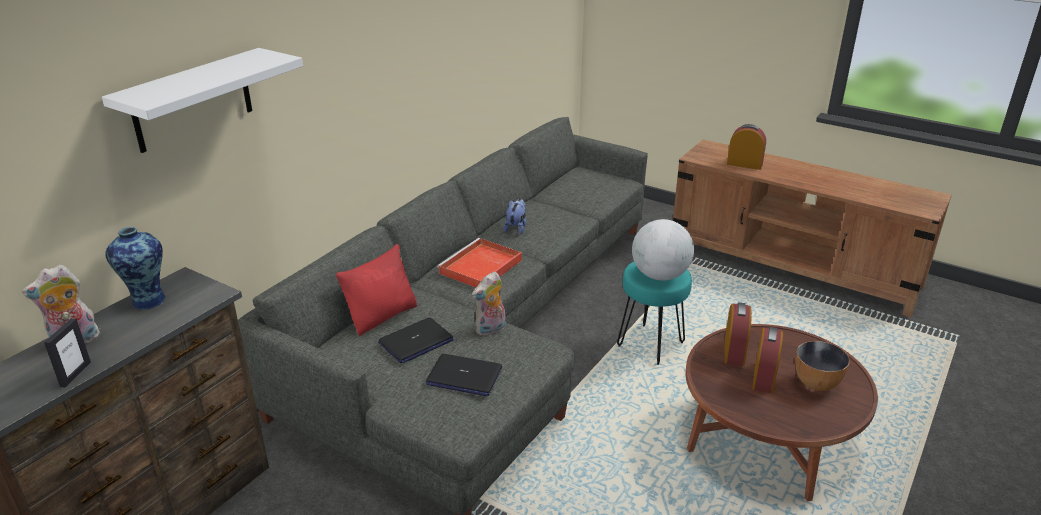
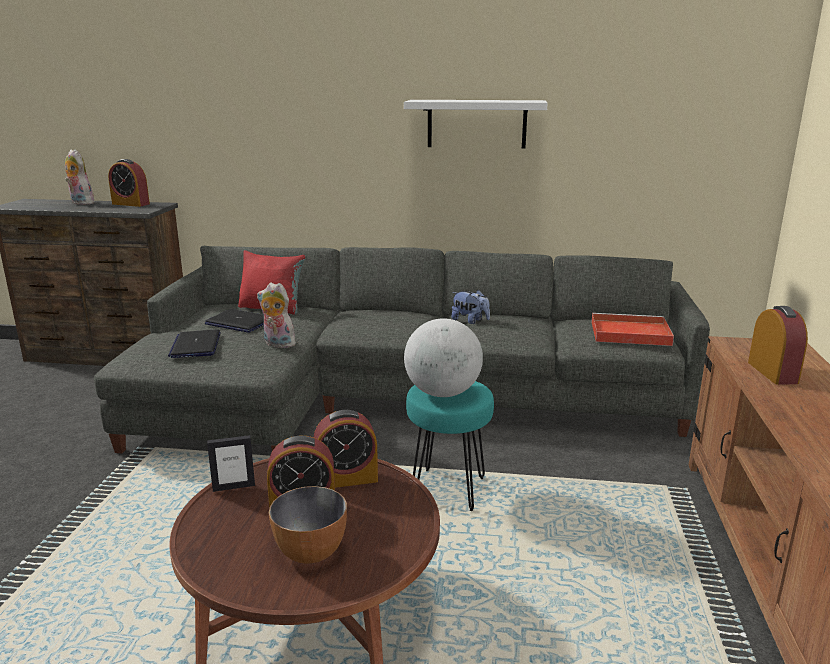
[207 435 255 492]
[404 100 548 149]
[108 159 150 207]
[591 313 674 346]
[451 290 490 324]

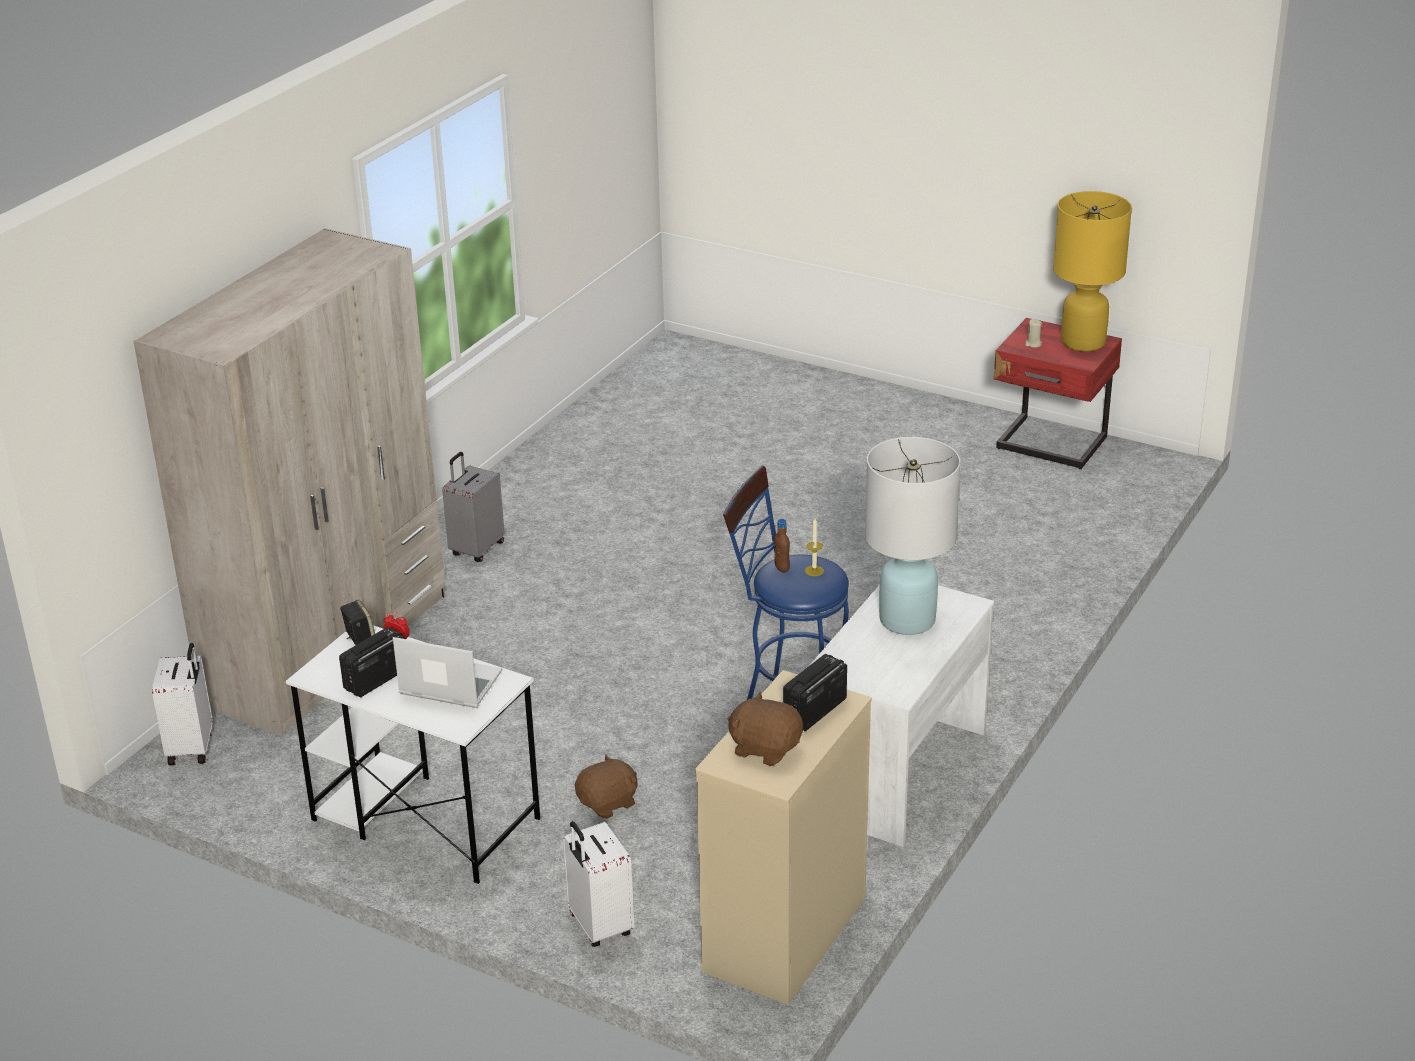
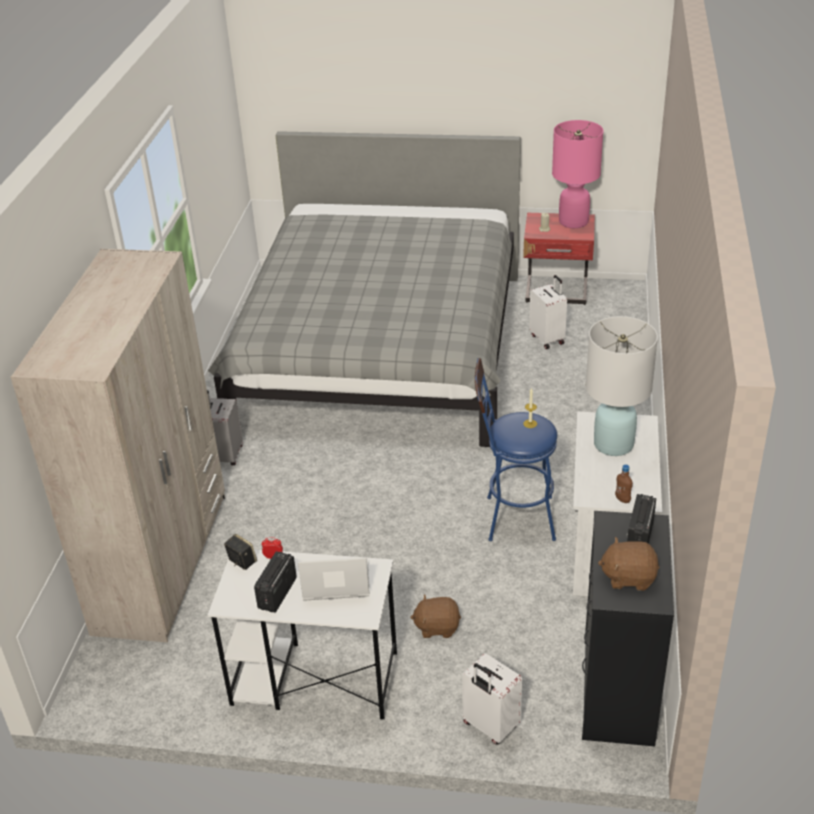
[529 275 567 349]
[410 595 461 638]
[582 511 674 746]
[615 464 633 503]
[552 120 603 228]
[208 131 521 447]

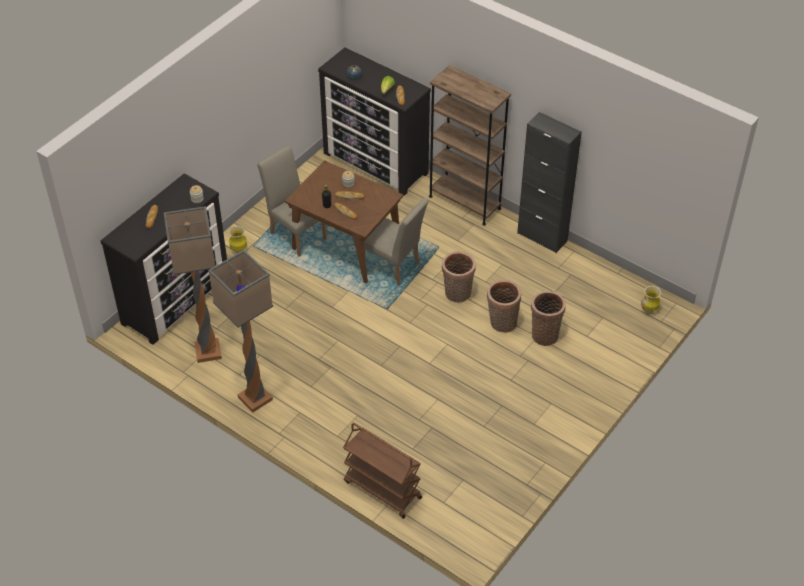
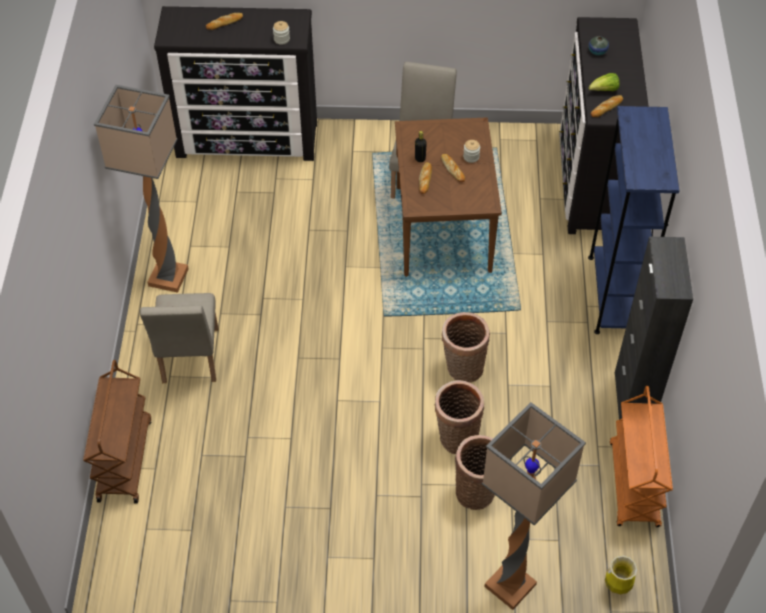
[482 402 586 610]
[229 226 247 253] (first image)
[140 293 219 383]
[588 106 680 334]
[610 386 673 527]

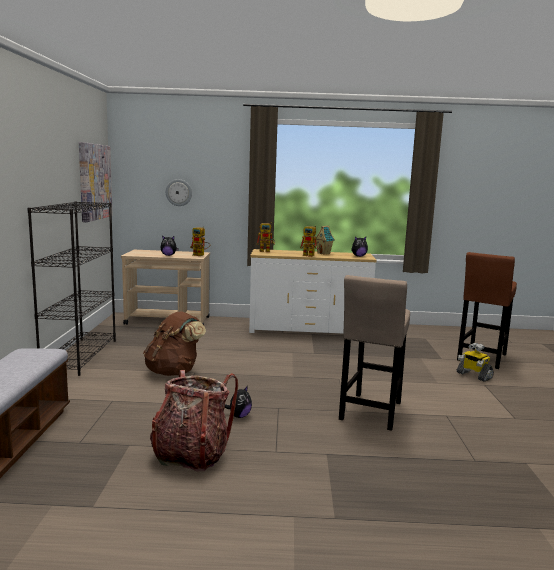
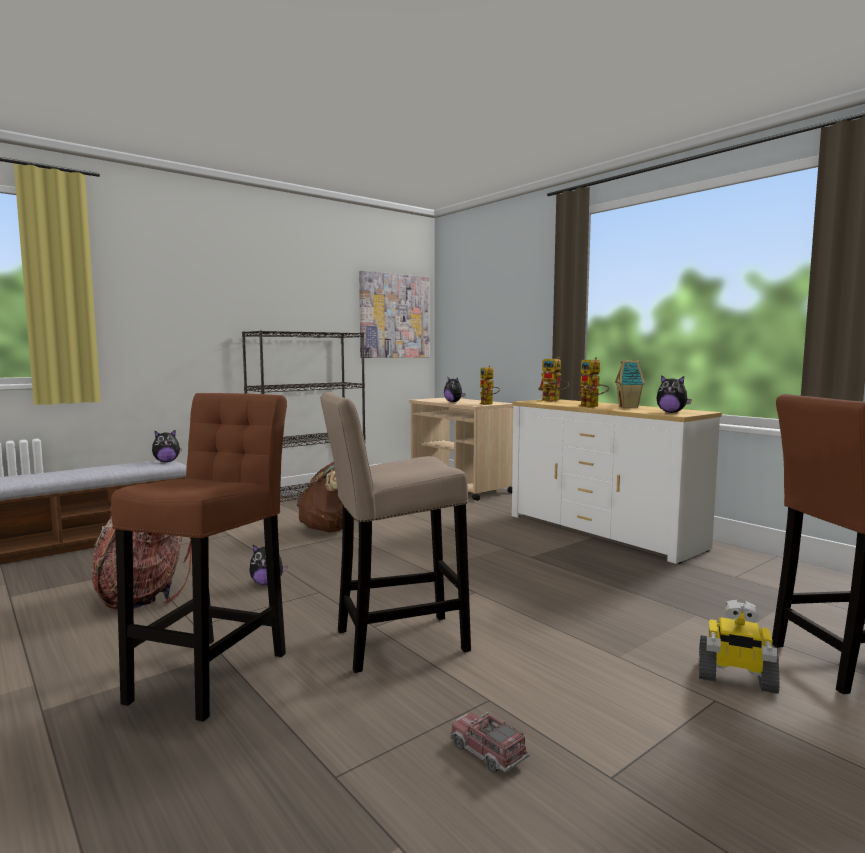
[166 179 192 206] (first image)
[699 599 780 694]
[111 393 287 722]
[152 430 182 462]
[450 712 530 774]

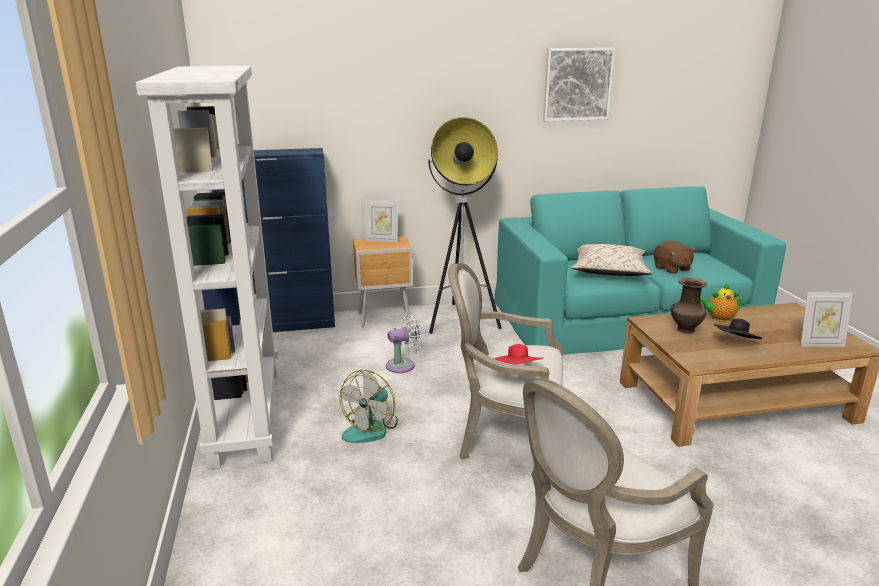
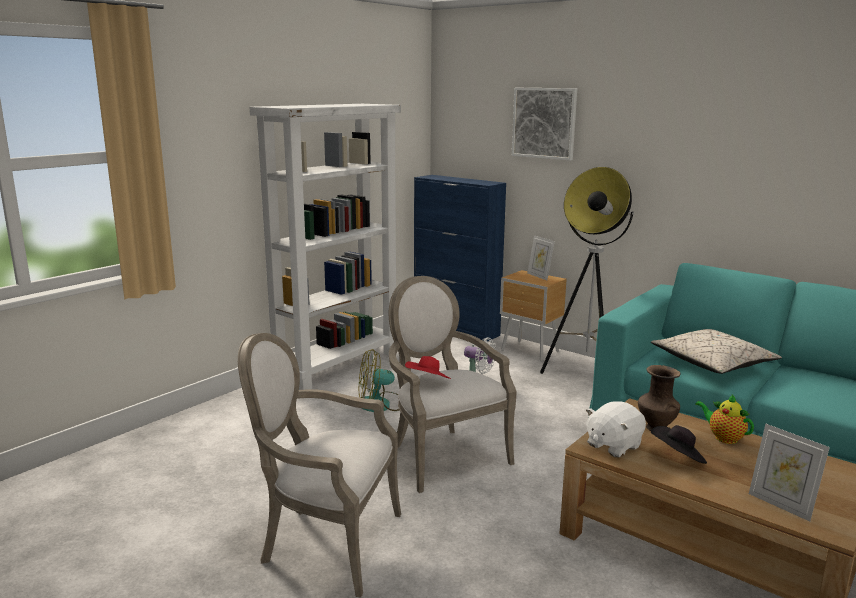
[512 88 577 161]
[654 240 695 274] (first image)
[586 401 646 458]

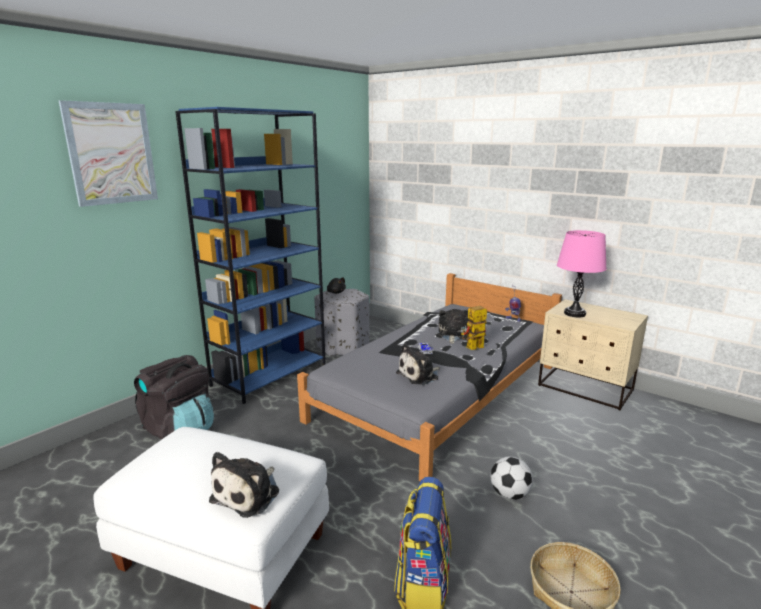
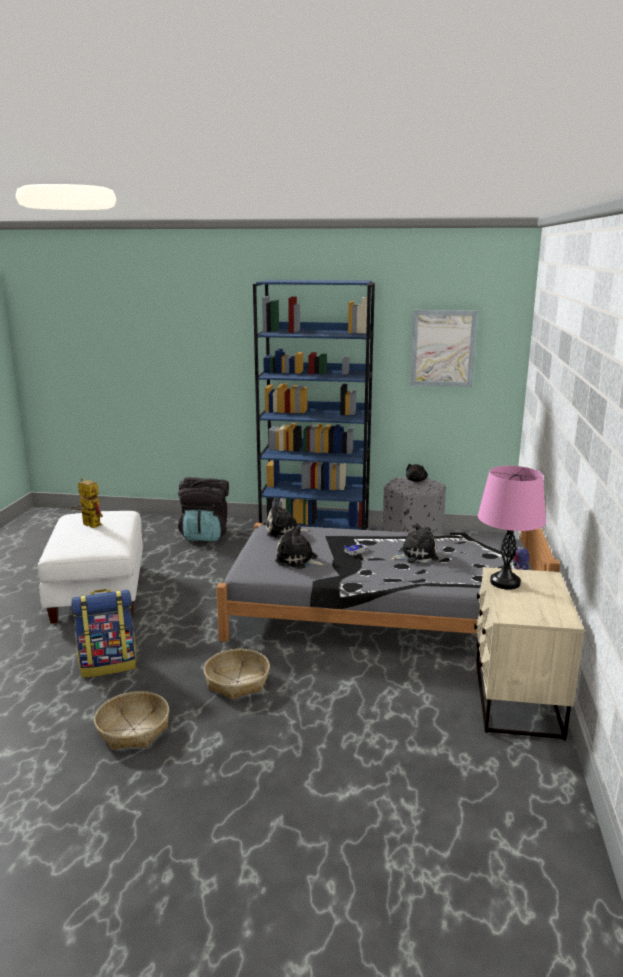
[410 310 478 387]
[266 500 311 538]
[71 478 103 528]
[204 649 270 700]

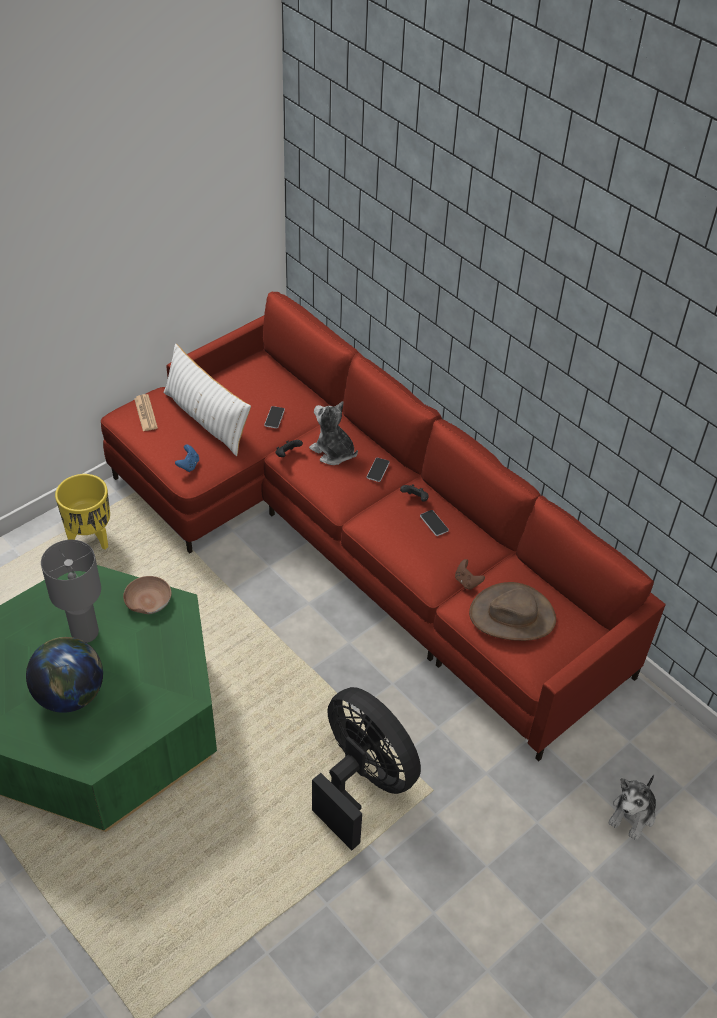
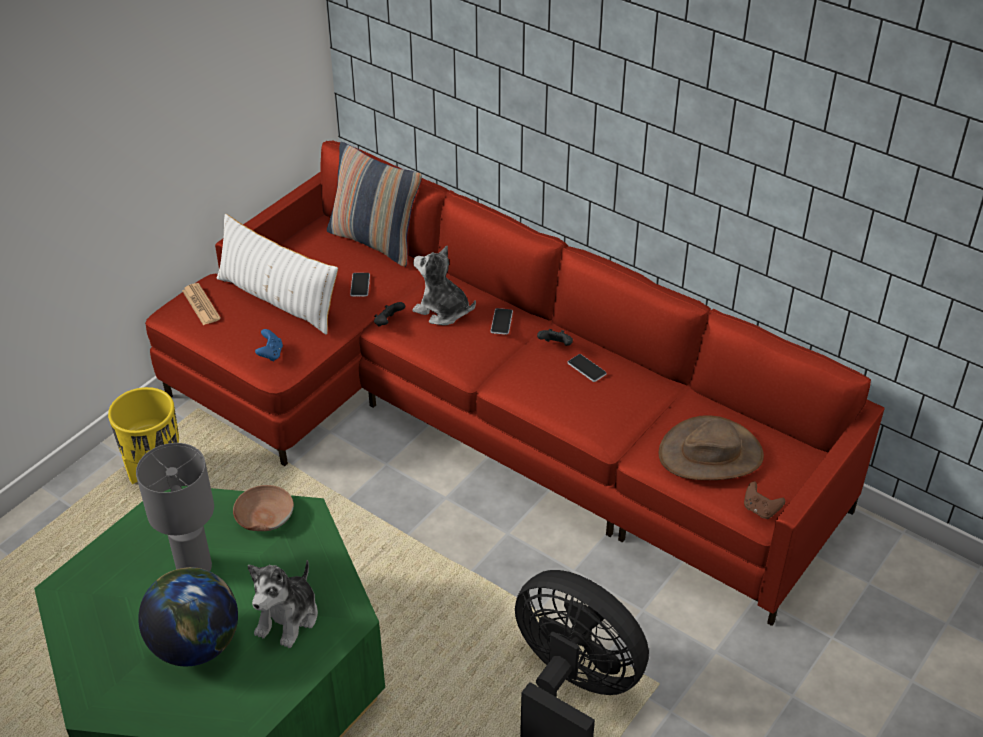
[744 481 785 519]
[248 560 318 648]
[327 142 422 267]

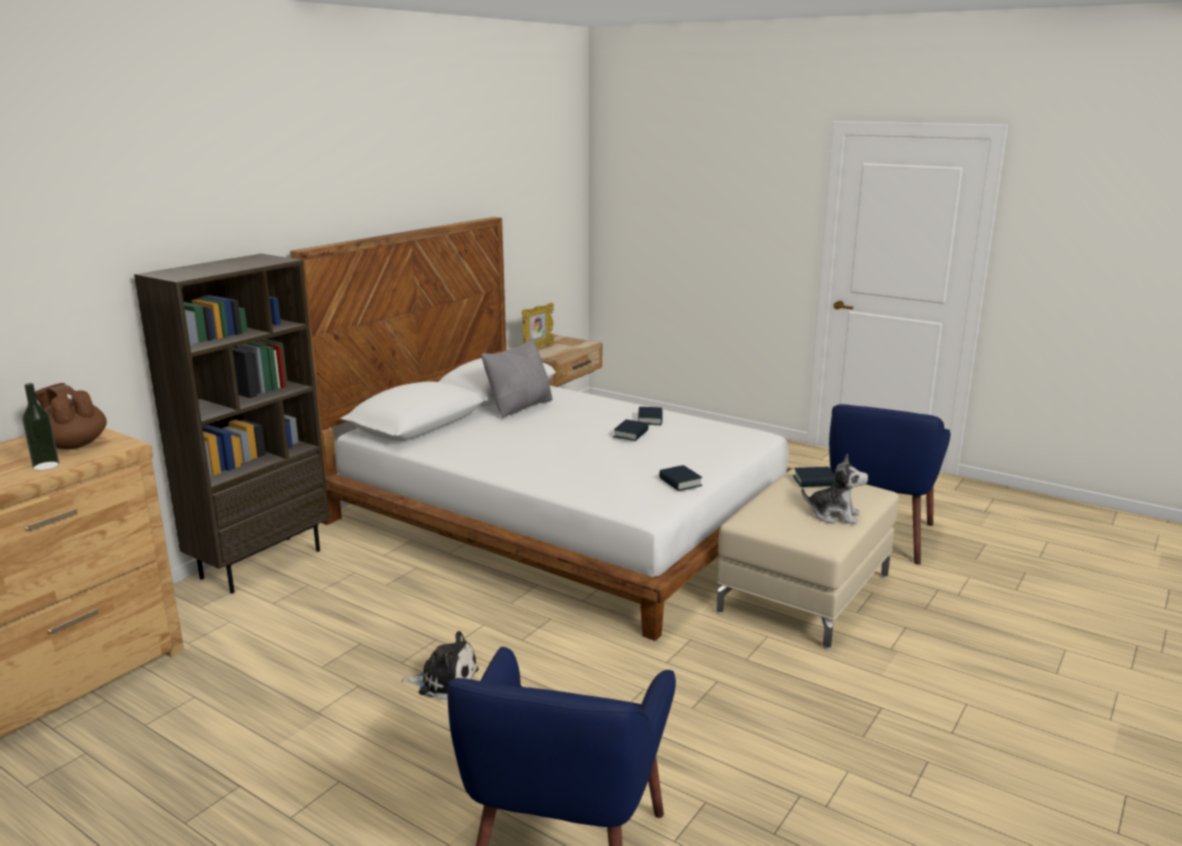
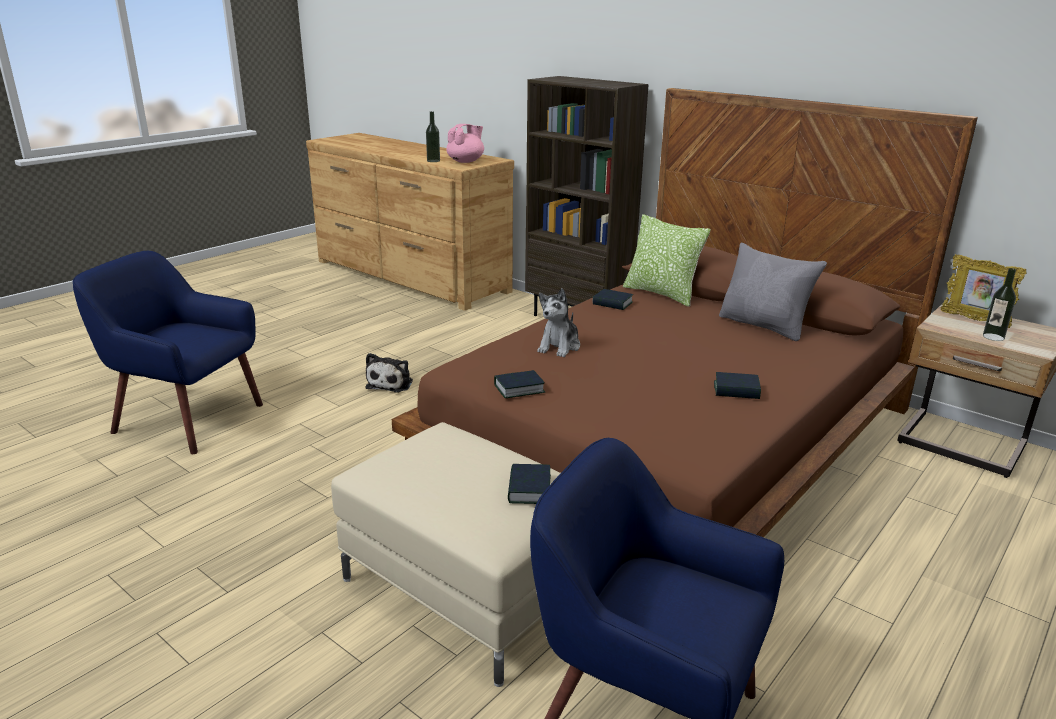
[446 124 484 163]
[392 88 978 538]
[593 289 633 310]
[537 288 580 357]
[623 214 711 307]
[983 268 1016 341]

